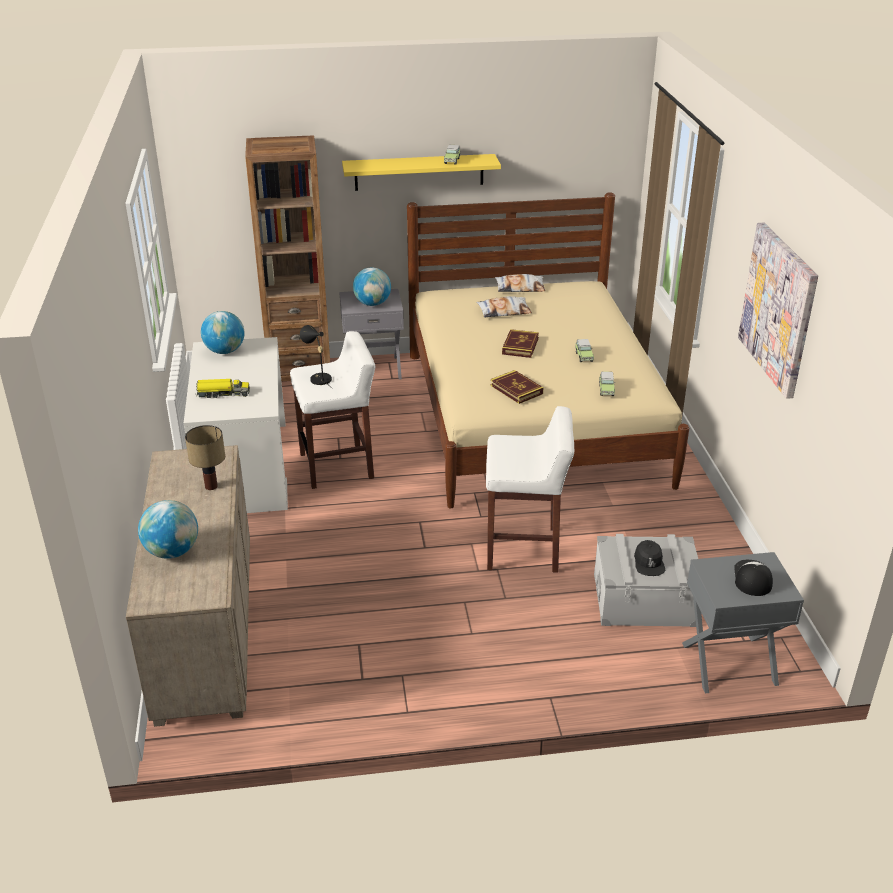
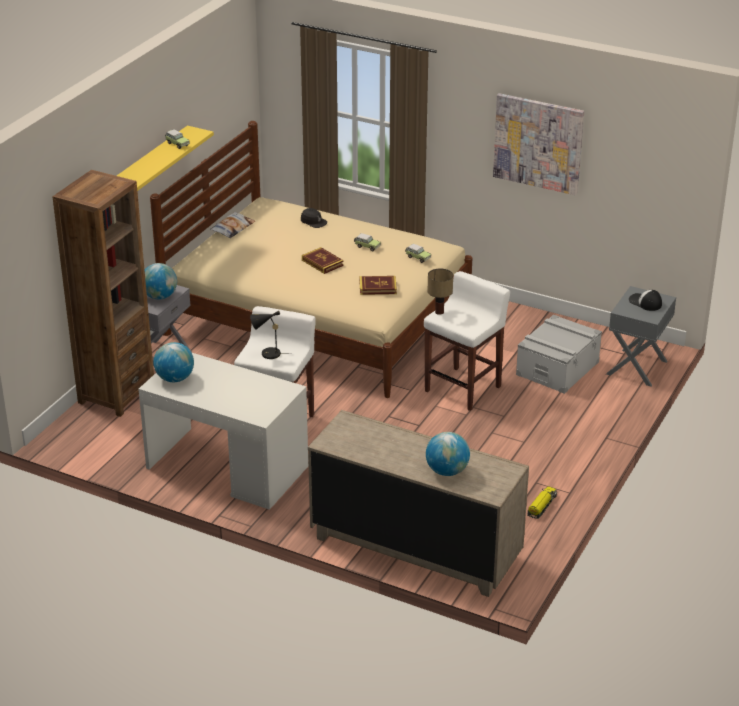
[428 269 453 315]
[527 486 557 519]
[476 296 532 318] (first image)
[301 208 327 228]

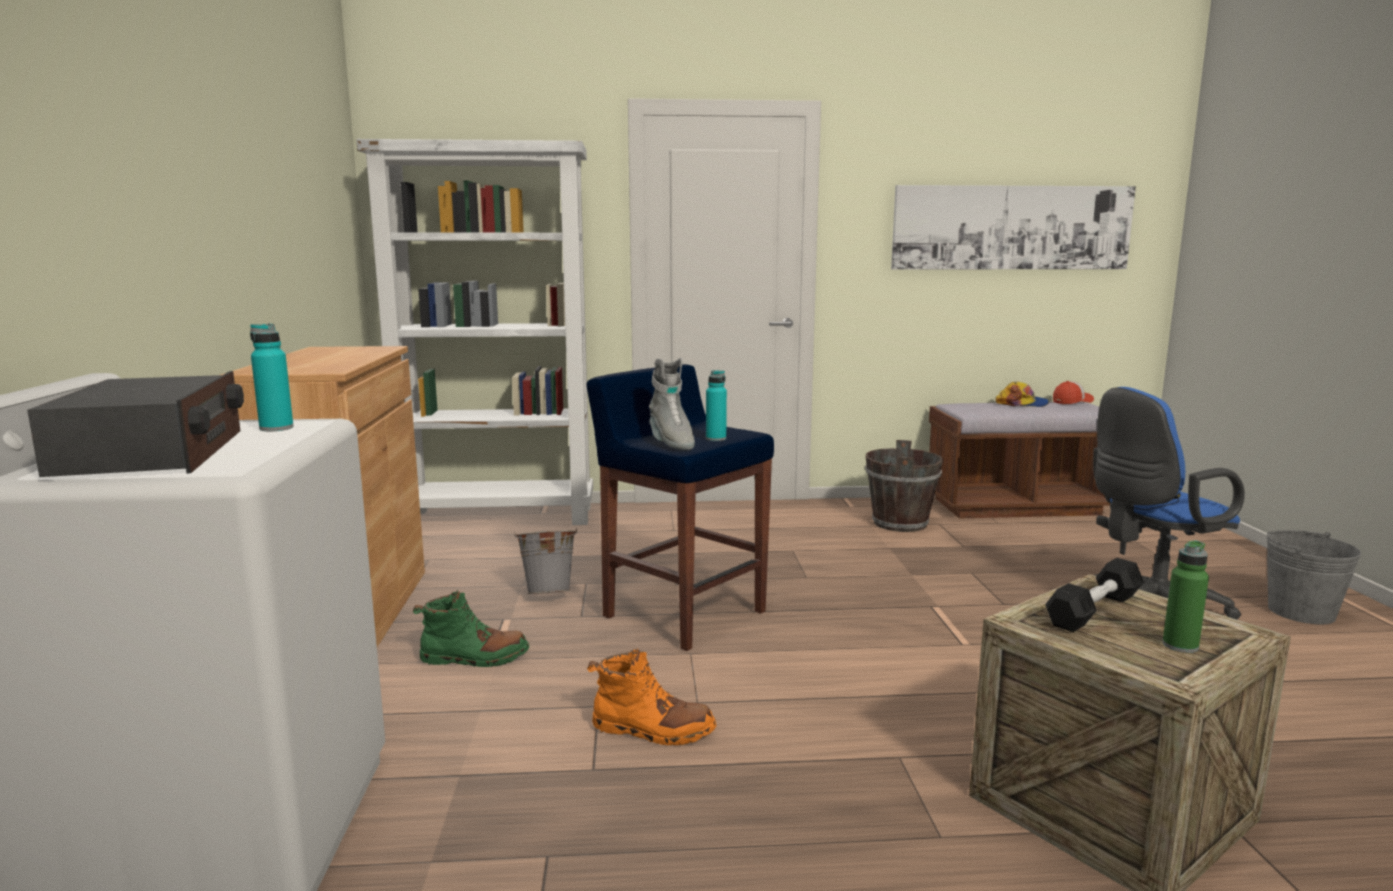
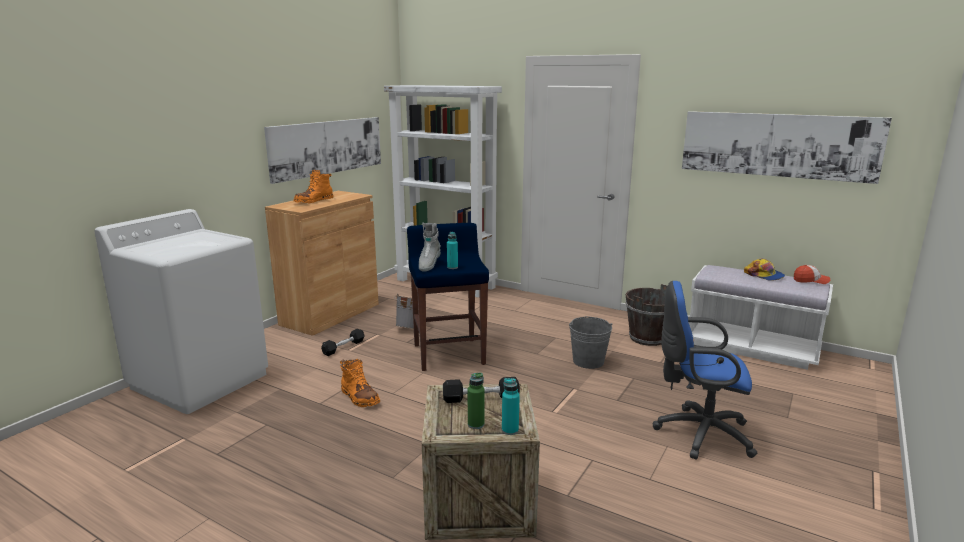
[27 371 244 477] (first image)
[502 378 520 435]
[321 329 365 356]
[689 265 833 370]
[569 316 612 369]
[264 117 381 184]
[293 170 333 203]

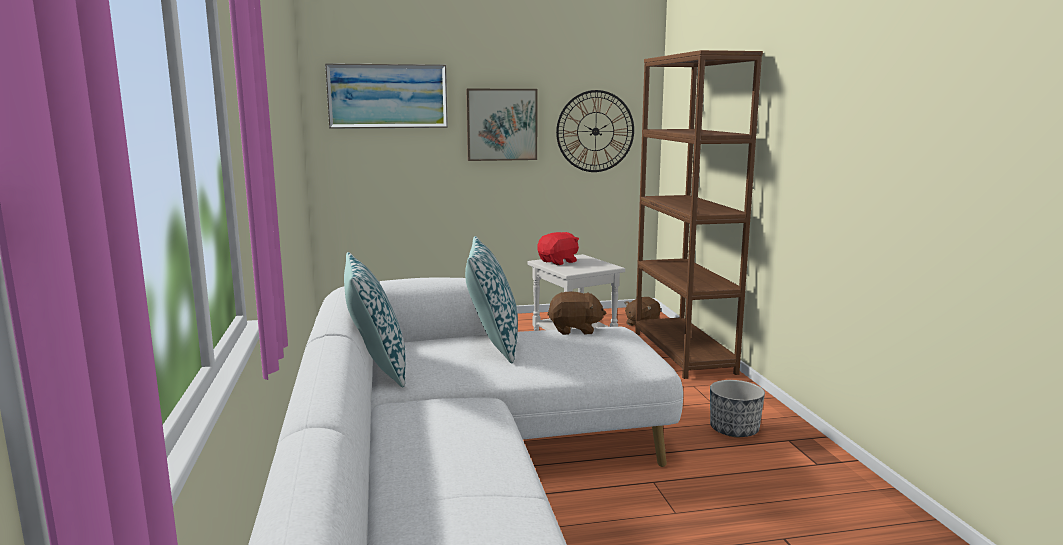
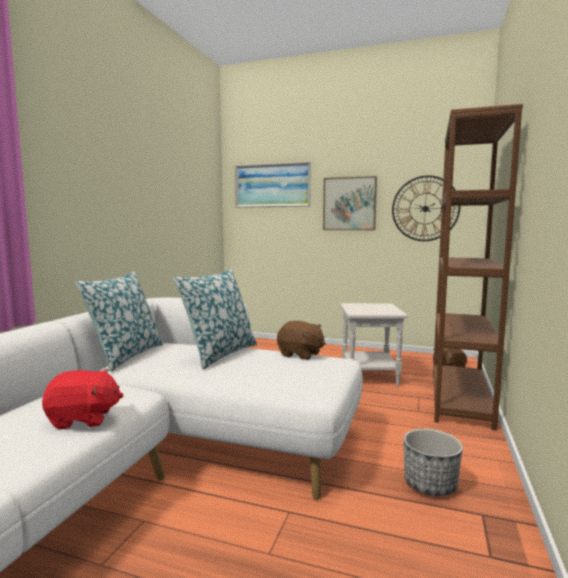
[42 369 124 429]

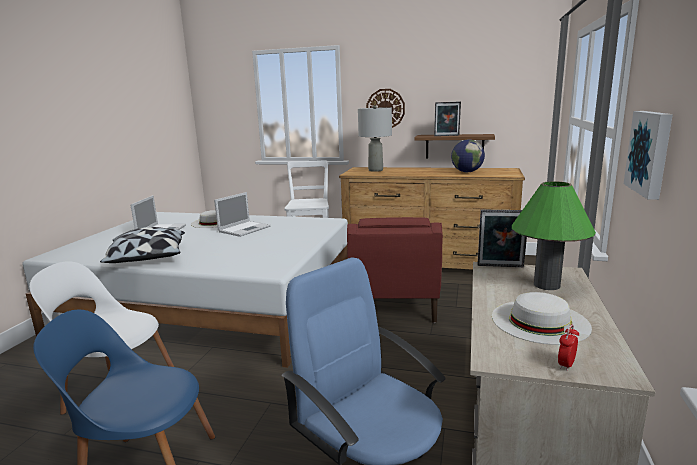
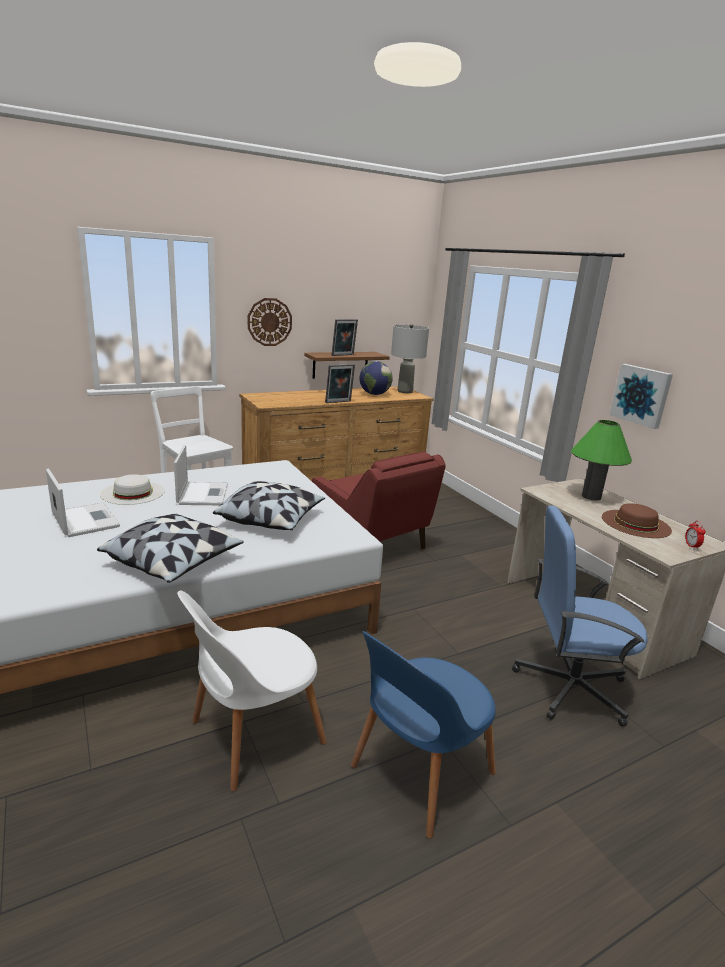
[391 324 429 393]
[325 364 355 403]
[602 503 672 538]
[213 481 325 530]

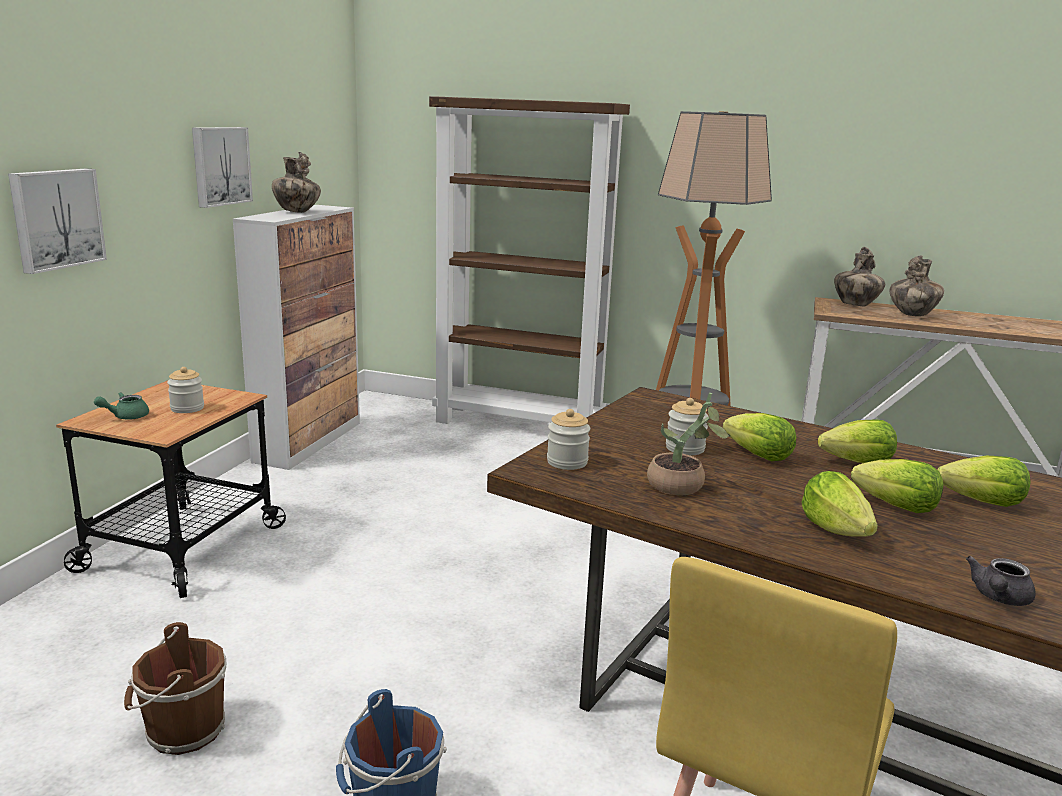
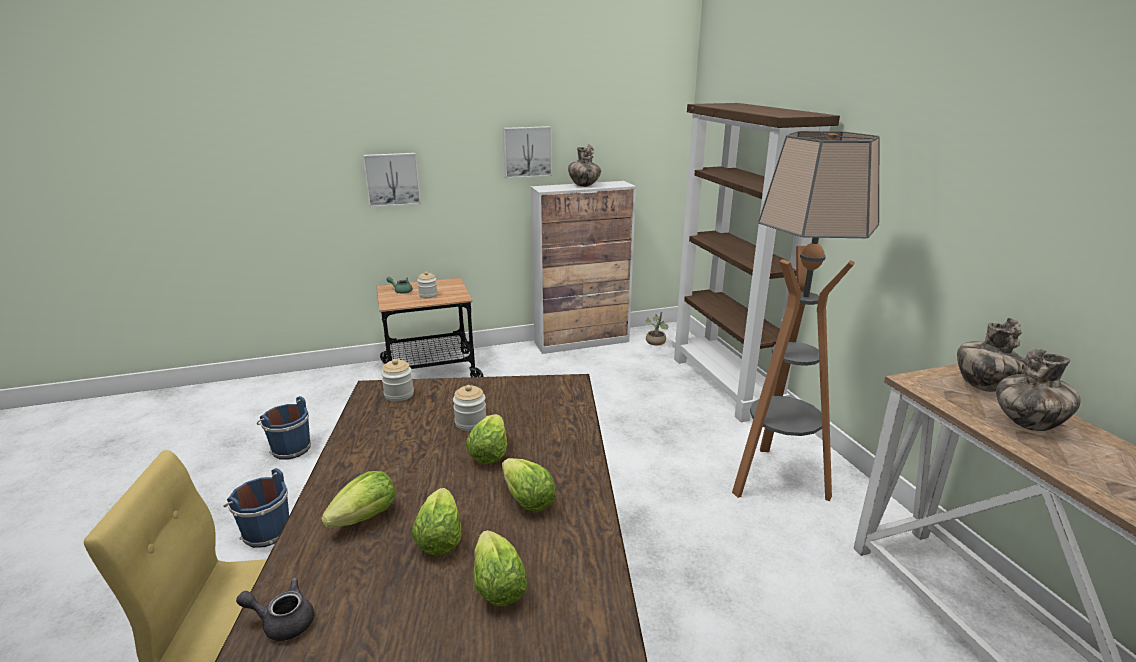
[257 396 311 459]
[645 312 669 346]

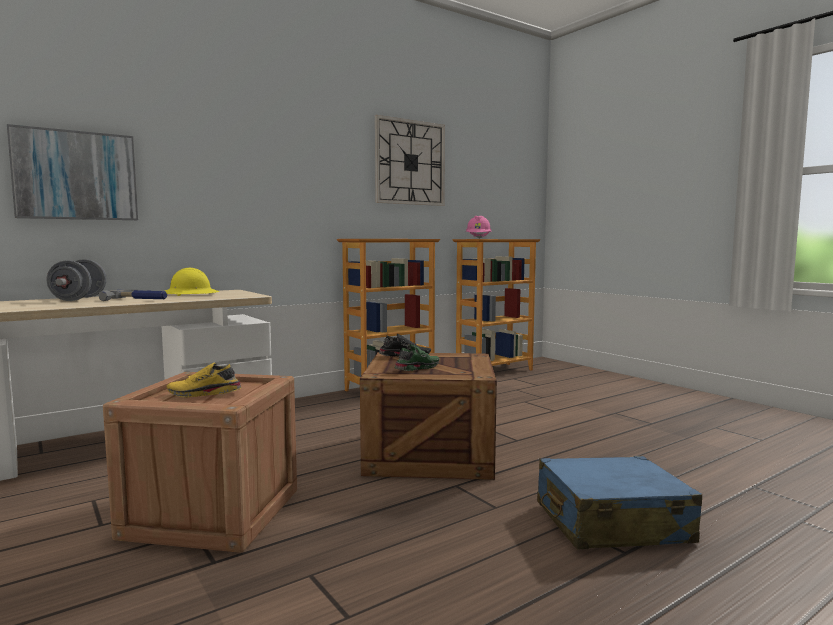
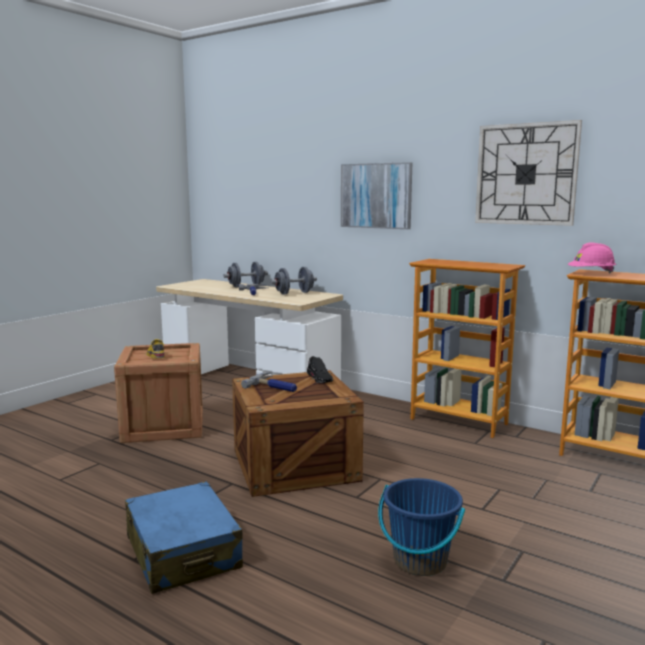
[341 162 412 229]
[271 267 317 295]
[241 373 297 392]
[378 478 465 576]

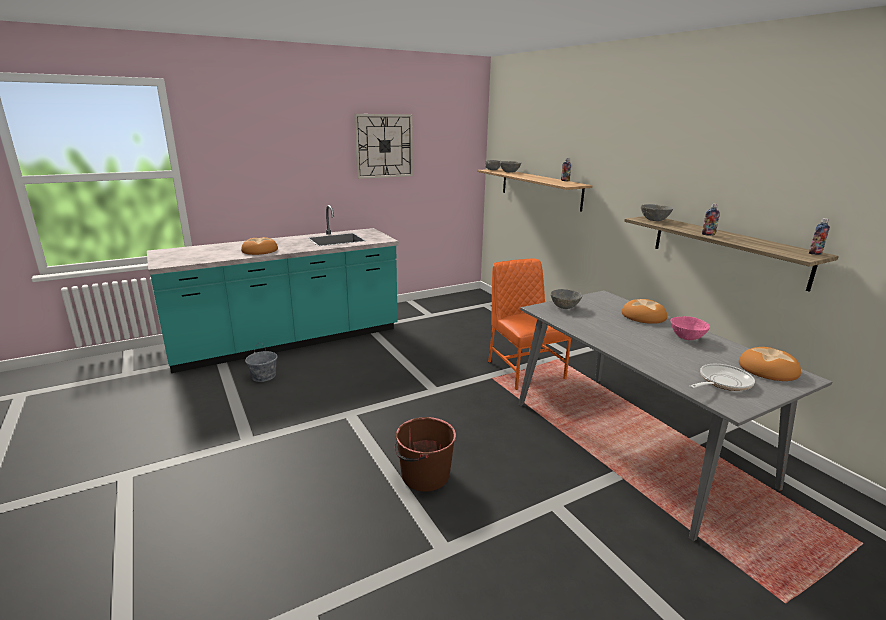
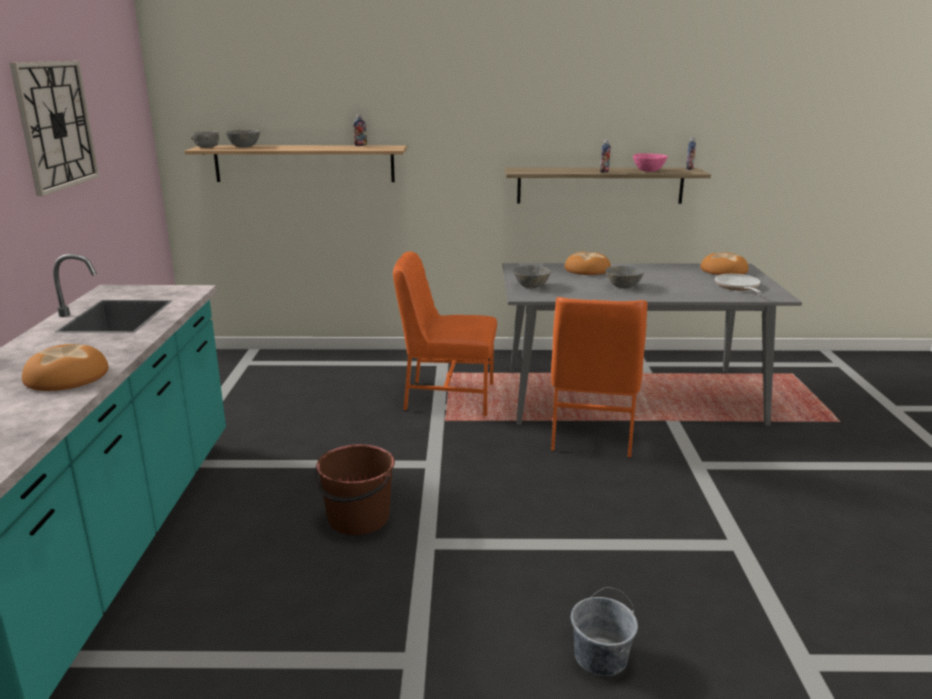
[571 587 638 676]
[314 444 395 535]
[606 266 644 288]
[633 153 668 172]
[551 297 647 458]

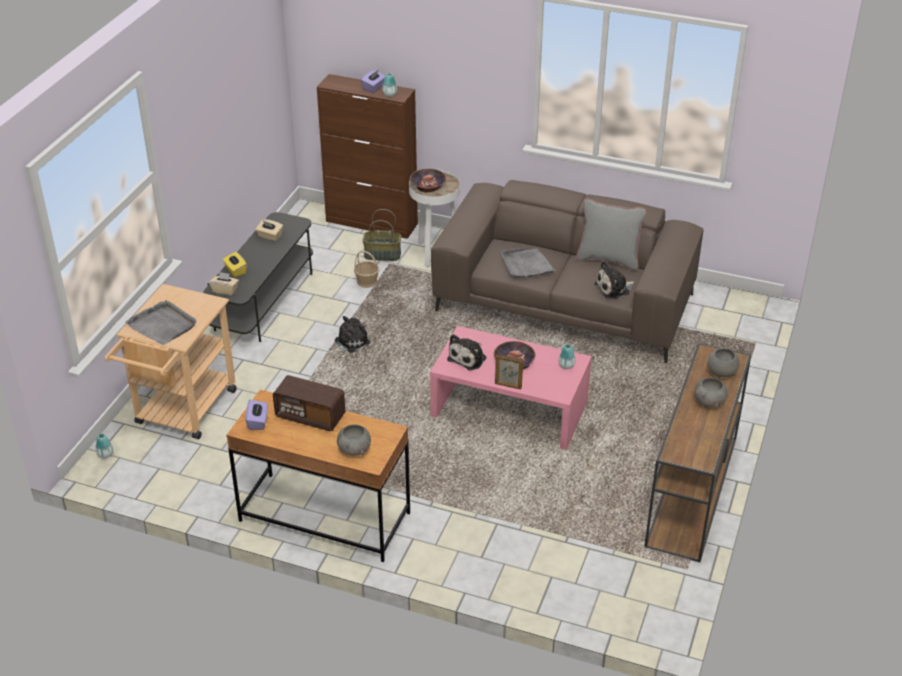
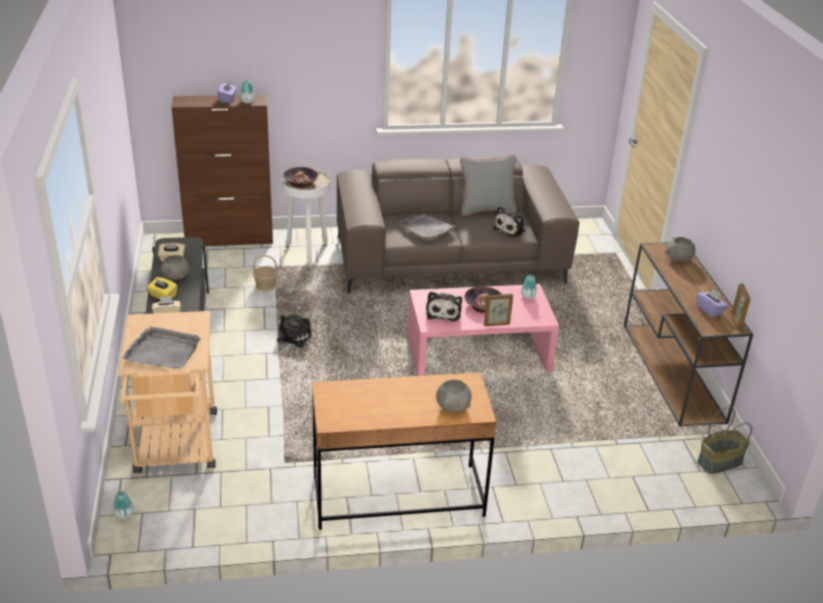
[696 289 728 317]
[273 375 345 431] (first image)
[697 407 752 474]
[160 255 189 280]
[731 283 750 330]

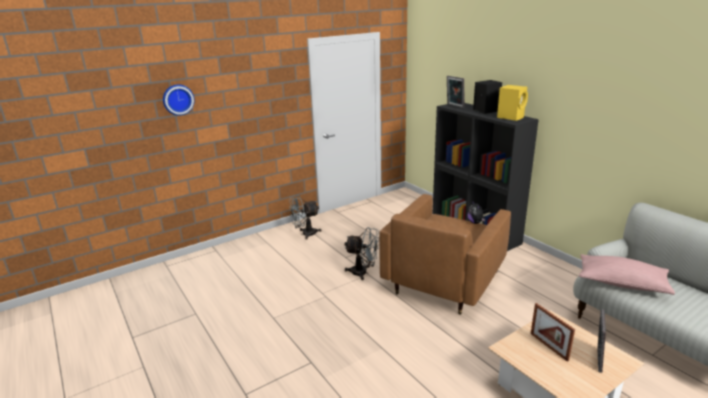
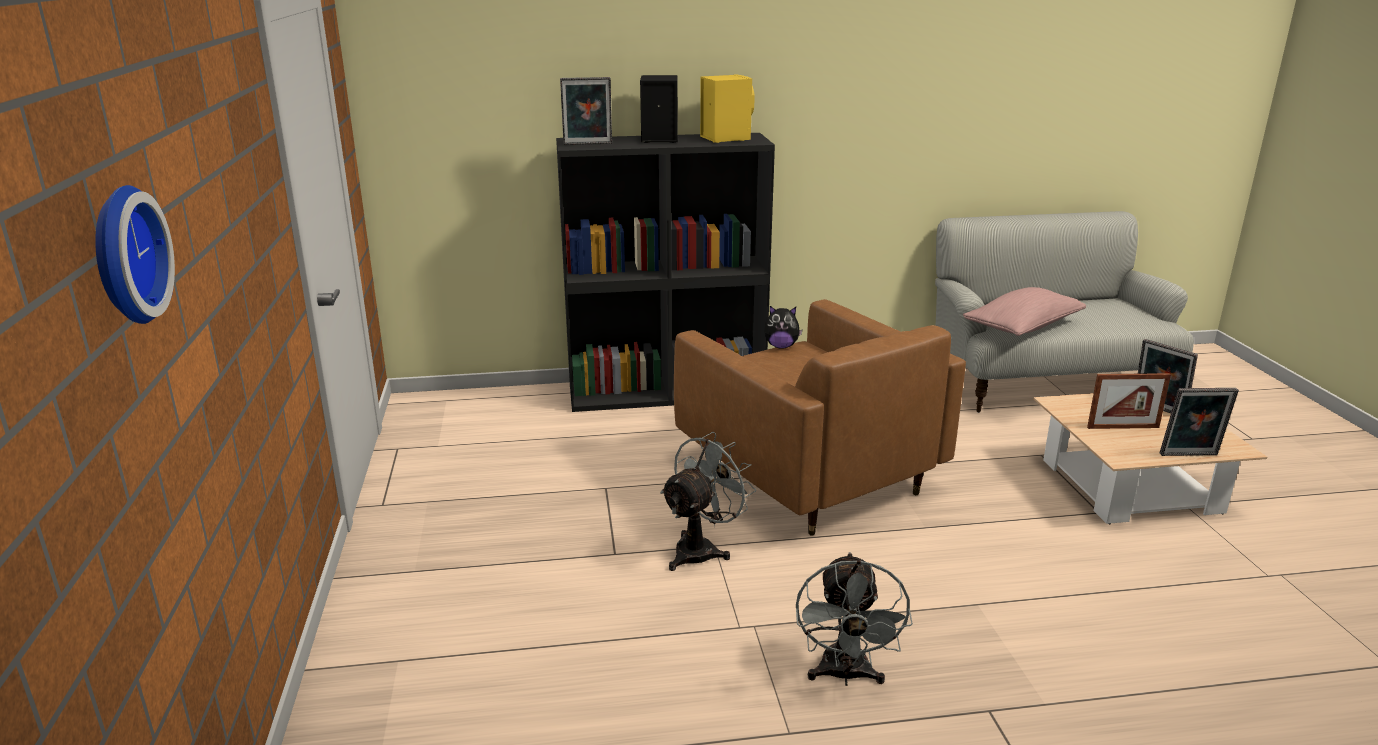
[796 552 913 686]
[1160 388 1239 456]

